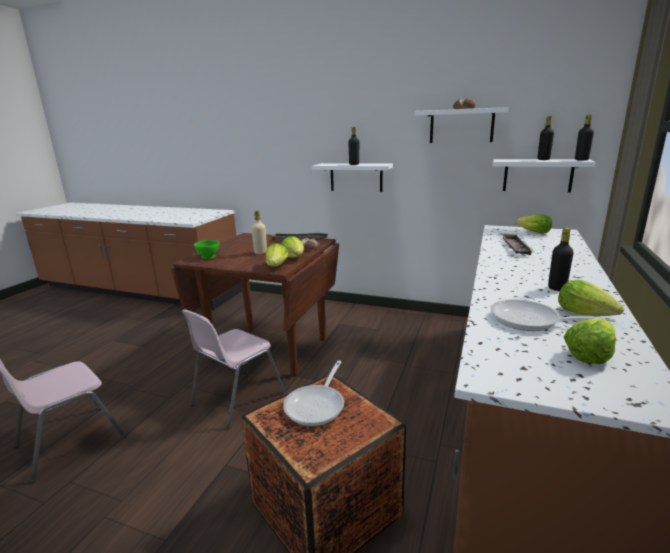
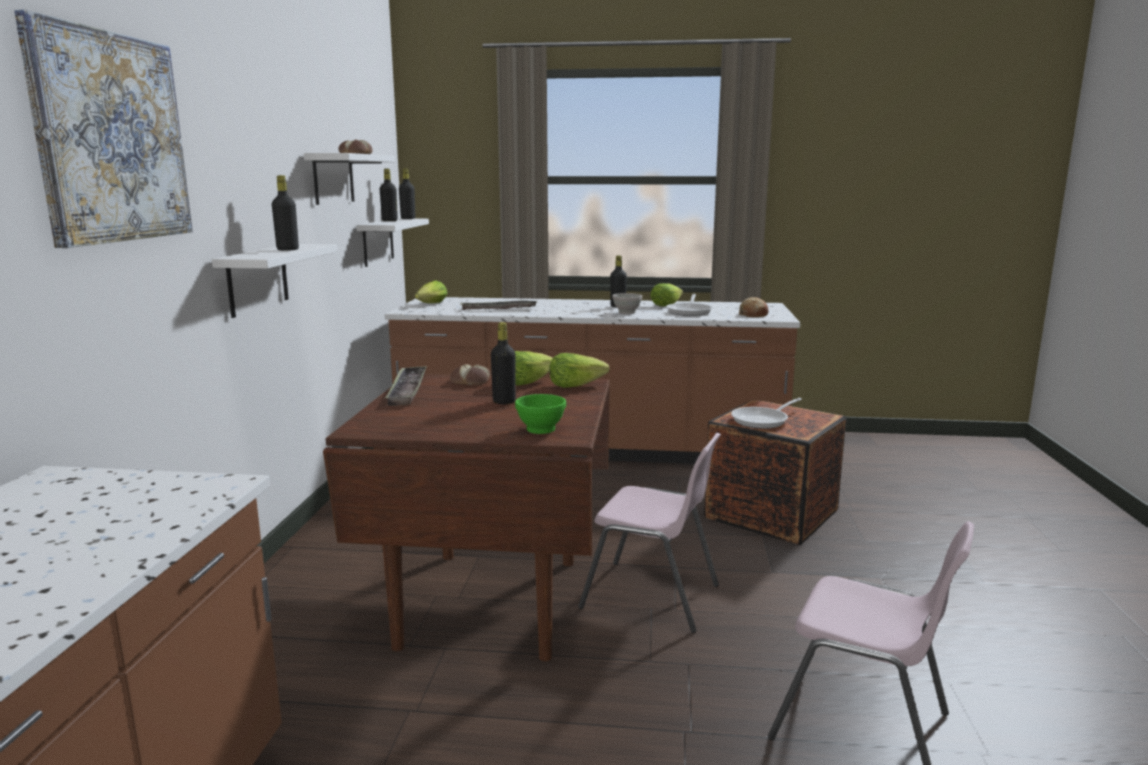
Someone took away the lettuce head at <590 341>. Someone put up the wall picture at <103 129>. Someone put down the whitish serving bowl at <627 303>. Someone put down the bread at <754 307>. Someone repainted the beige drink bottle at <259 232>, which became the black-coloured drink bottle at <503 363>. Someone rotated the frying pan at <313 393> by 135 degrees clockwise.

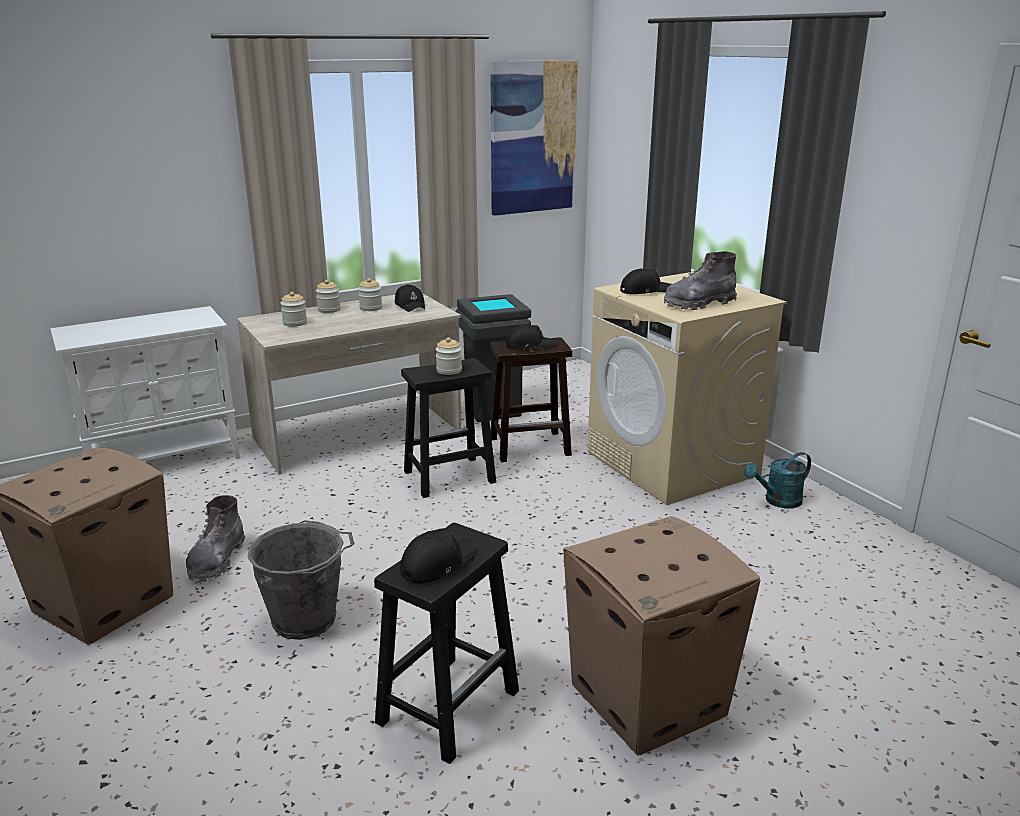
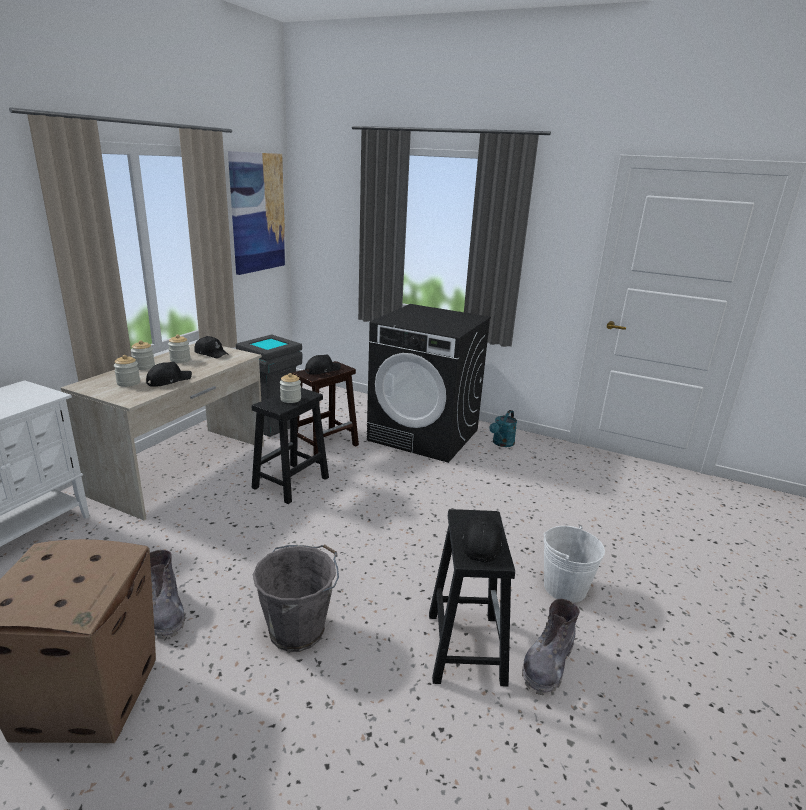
Someone carried the black-coloured peaked cap from <645 281> to <169 374>. Someone carried the grey high-top boot from <700 280> to <551 647>. Someone swapped the packing box at <662 636> for the whitish water bucket at <574 564>. Someone repainted the beige laundry machine at <687 388>, which became the black-coloured laundry machine at <429 383>.

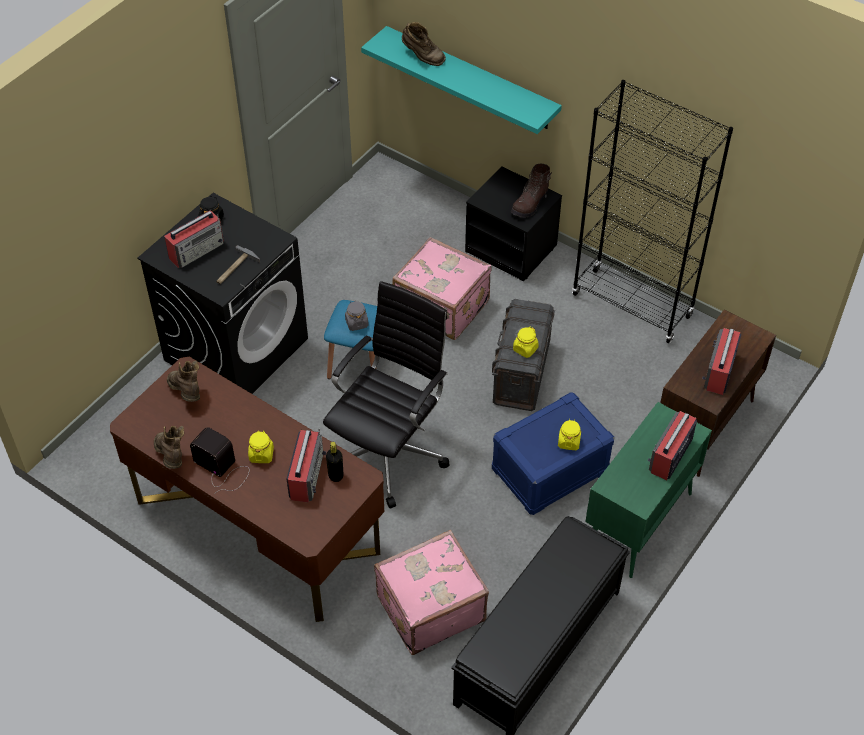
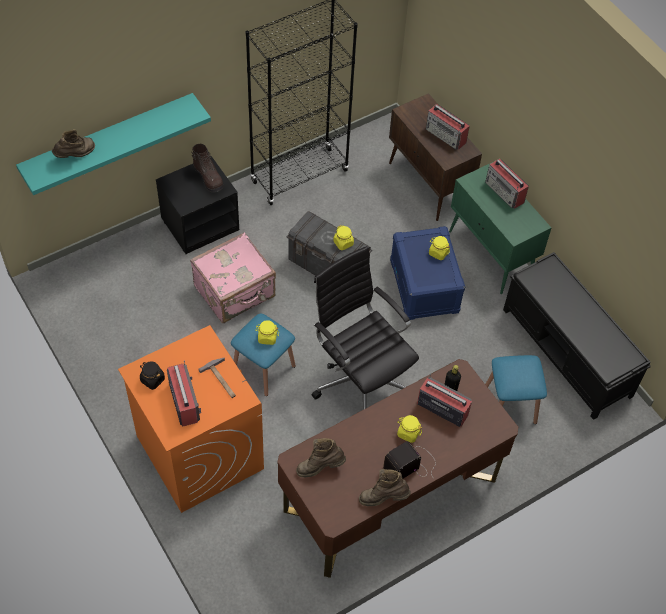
Someone swapped the pinkish suitcase at <431 592> for the bluish sitting stool at <516 389>. Someone repainted the black-coloured laundry machine at <223 293>, which became the orange laundry machine at <191 419>. Someone repainted the grey preserve jar at <357 315>, which became the yellow preserve jar at <267 332>.

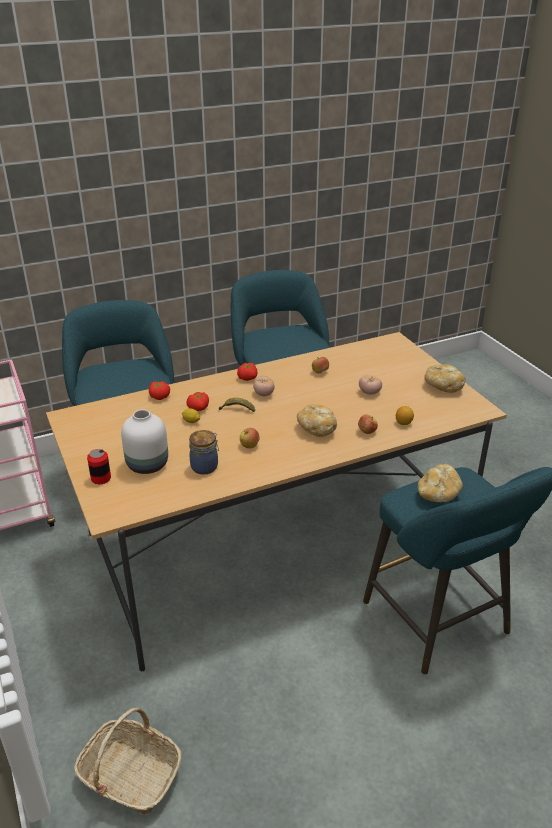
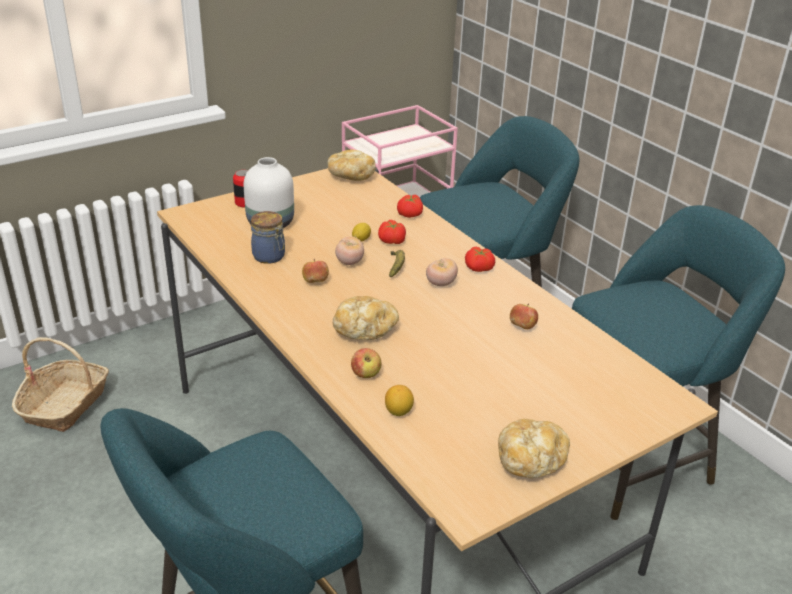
Someone carried the whole tomato from <370 385> to <349 251>. Someone carried the bread from <440 483> to <352 165>.

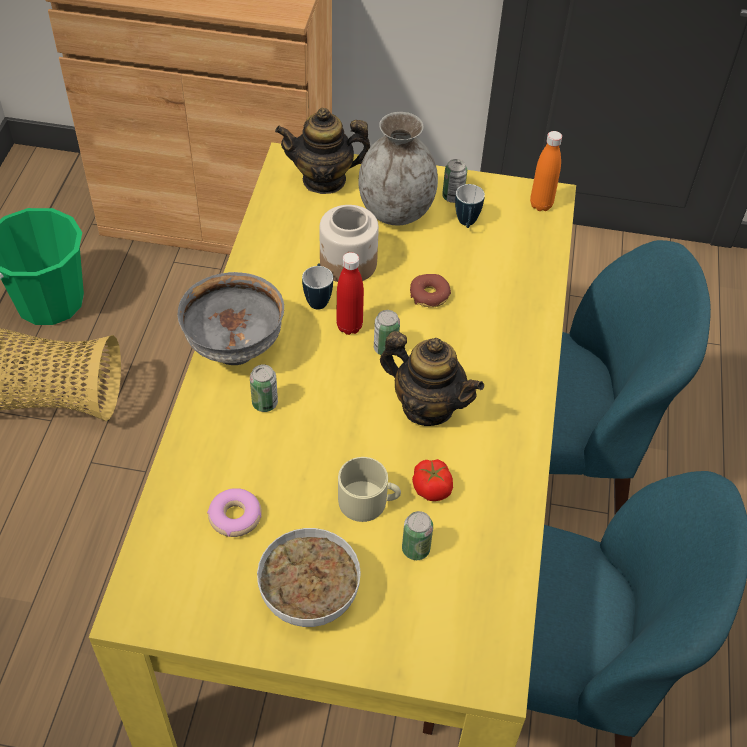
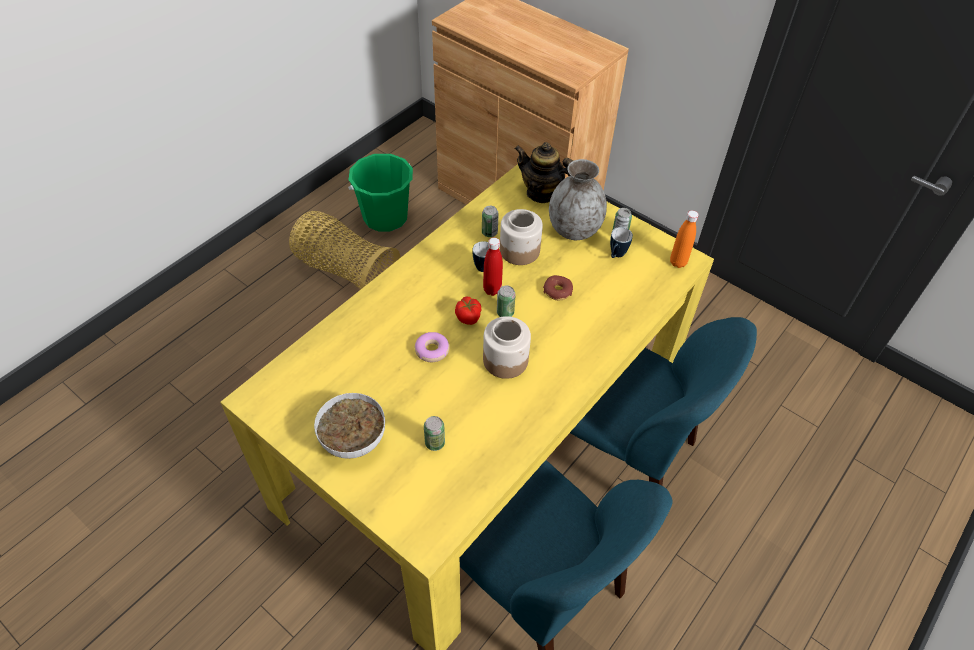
Someone took away the grey serving bowl at <231 318>. Someone took away the beige mug at <369 489>. Someone carried the donut from <234 512> to <432 347>. Someone carried the sealed can from <264 388> to <490 221>. Someone carried the whole tomato from <432 480> to <468 310>. Someone swapped the pot for tea at <432 378> for the preserve jar at <507 347>.

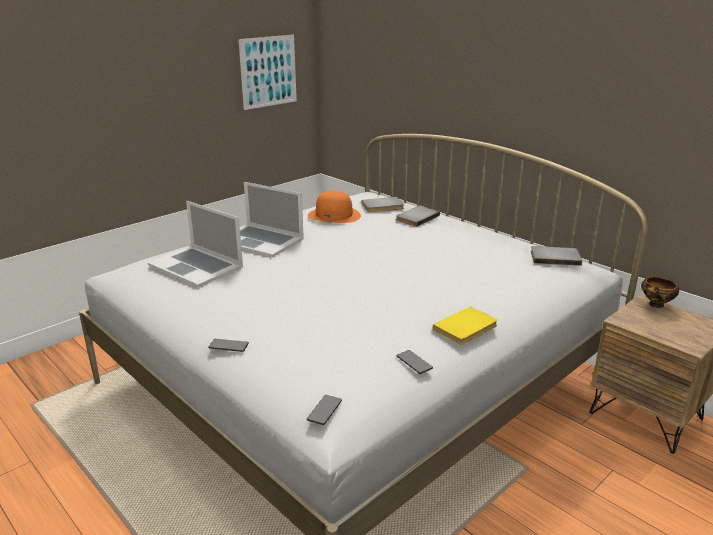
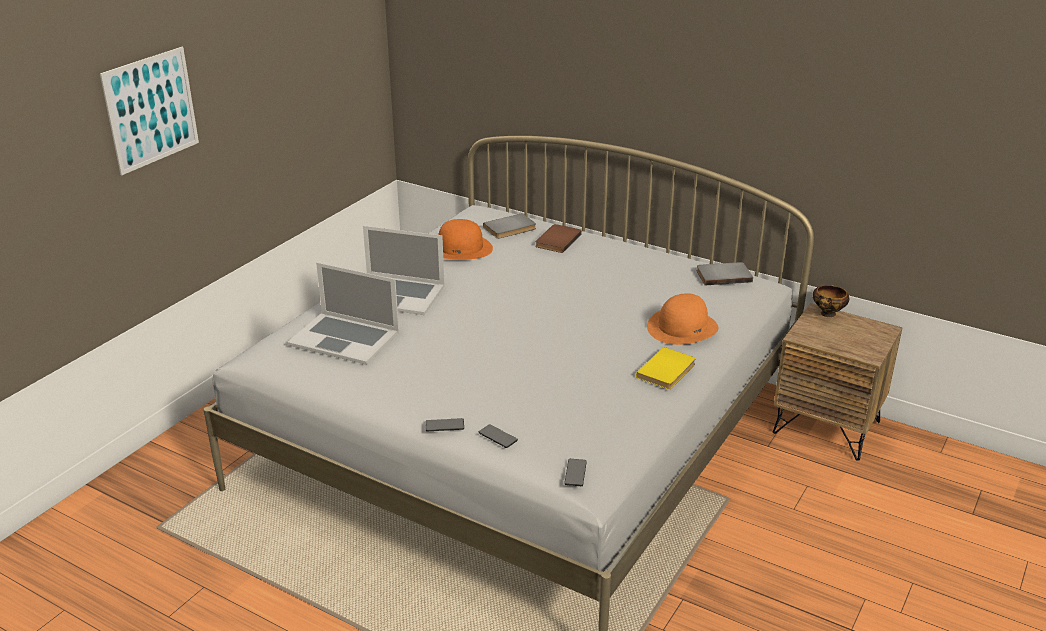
Someone put down the orange clothing hat at <682 319>. Someone carried the wall picture from <267 72> to <149 111>. Someone carried the phone from <414 362> to <498 436>. Someone repainted the grey bound book at <418 216>, which became the brownish bound book at <558 238>.

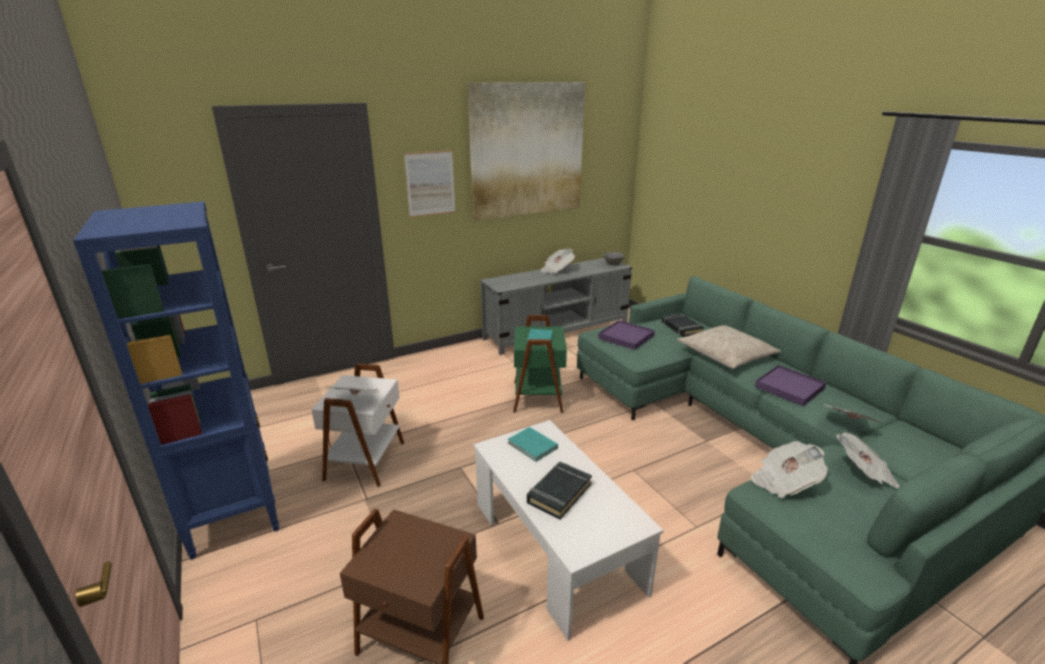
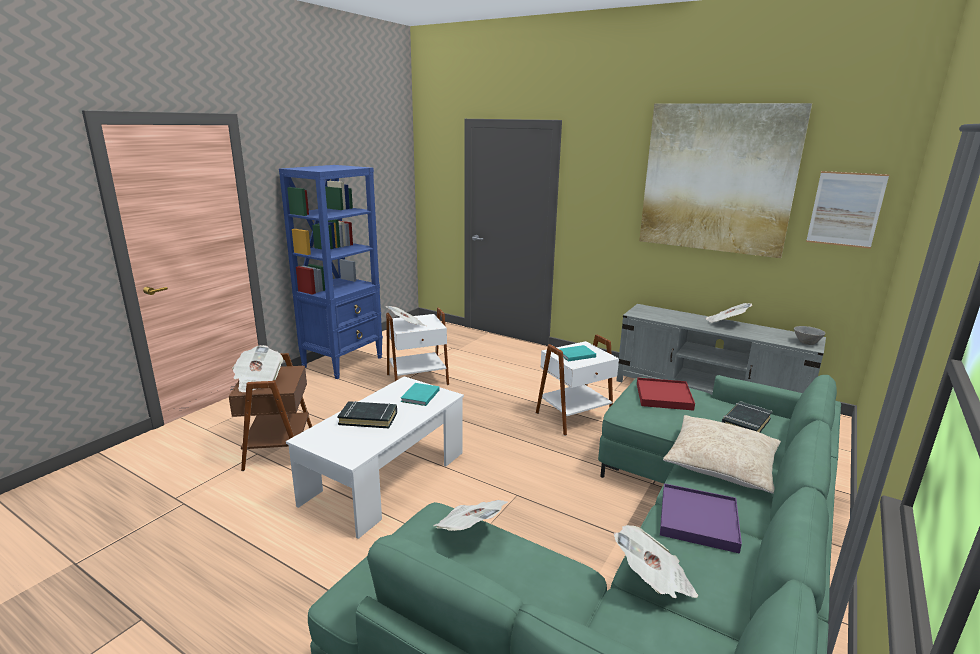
Someone carried the wall picture from <430 183> to <847 210>. Someone carried the newspaper from <868 460> to <257 368>. Someone repainted the green-coloured accent table at <540 364>, which became the whitish accent table at <577 385>. Someone repainted the purple serving tray at <626 335>, which became the red-coloured serving tray at <666 394>.

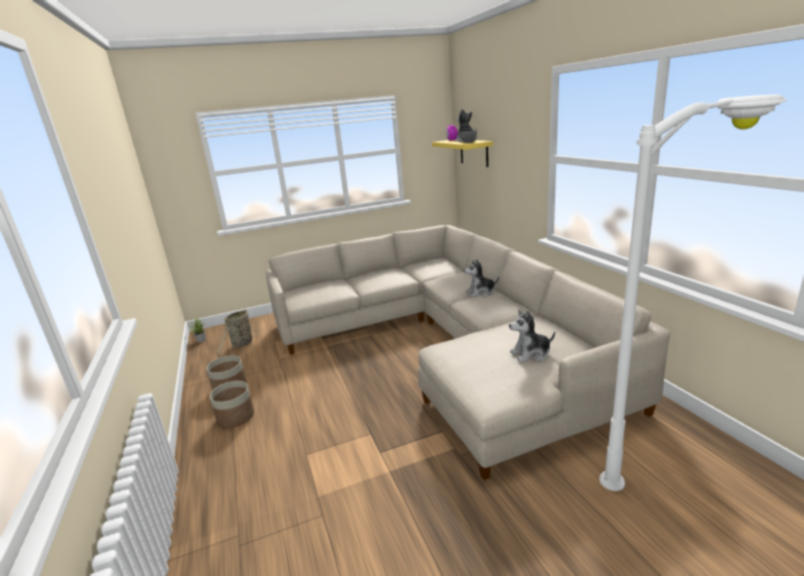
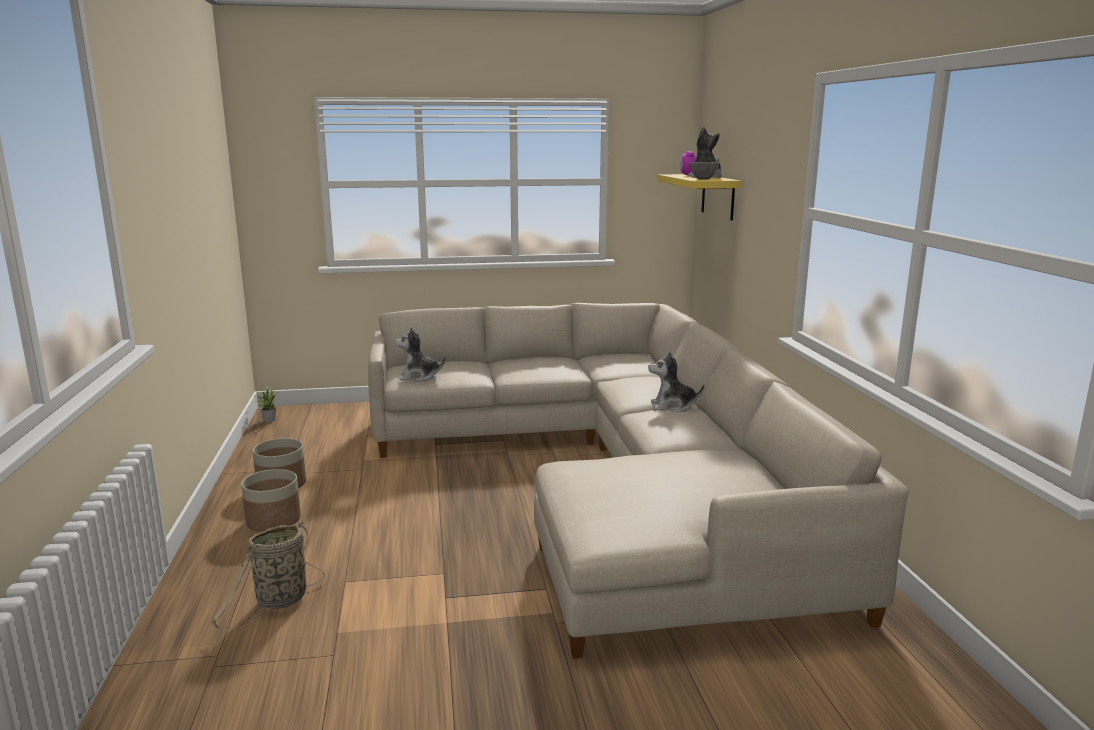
Someone took away the whitish floor lamp at <693 293>. Someone carried the household basket from <238 333> to <268 576>. Someone carried the plush toy from <532 336> to <420 354>.

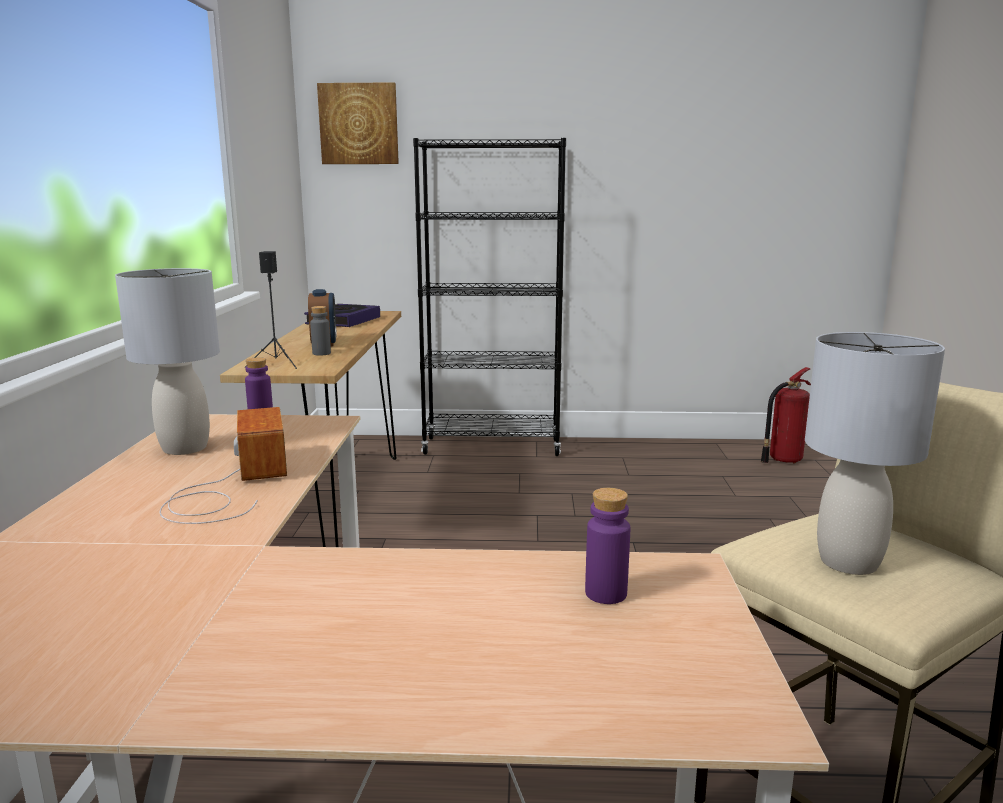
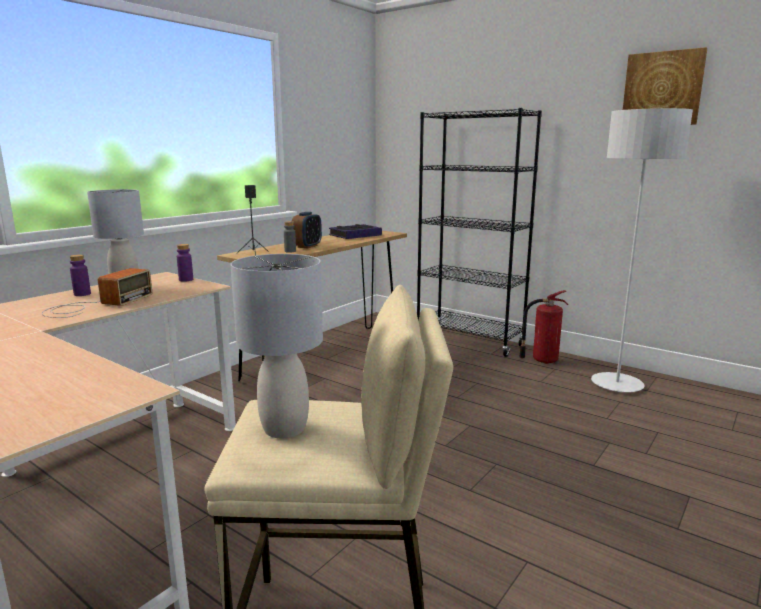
Someone put down the grey floor lamp at <642 250>. Someone carried the wall picture from <358 123> to <665 86>. Someone carried the purple drink bottle from <607 546> to <80 275>. Someone carried the fire extinguisher from <786 415> to <543 327>.

